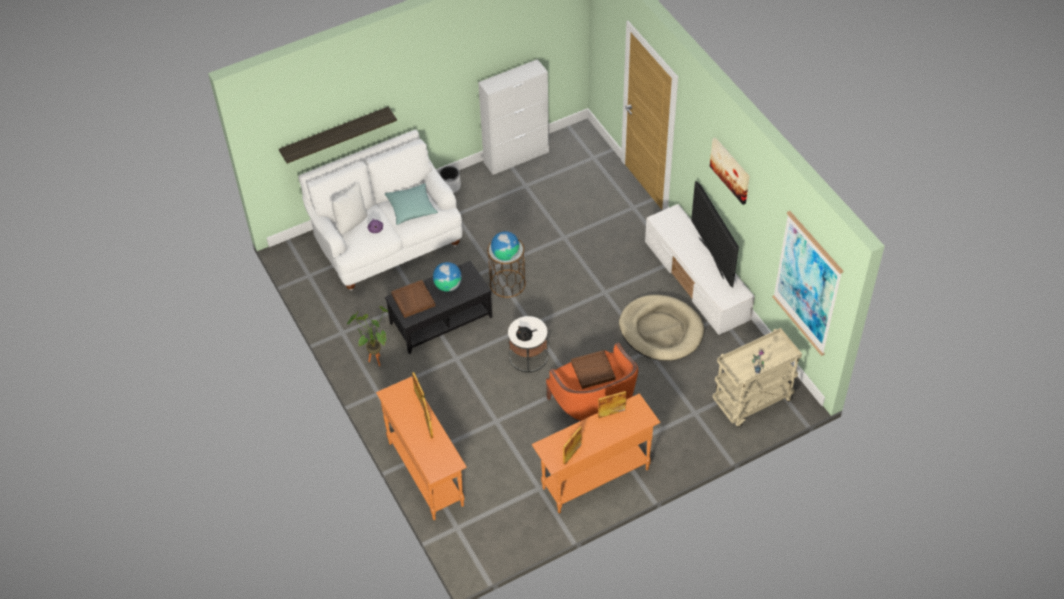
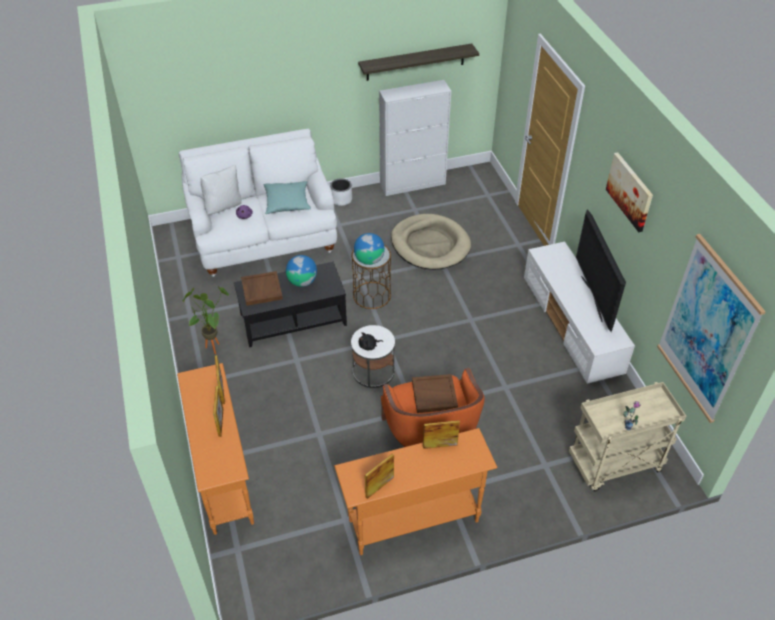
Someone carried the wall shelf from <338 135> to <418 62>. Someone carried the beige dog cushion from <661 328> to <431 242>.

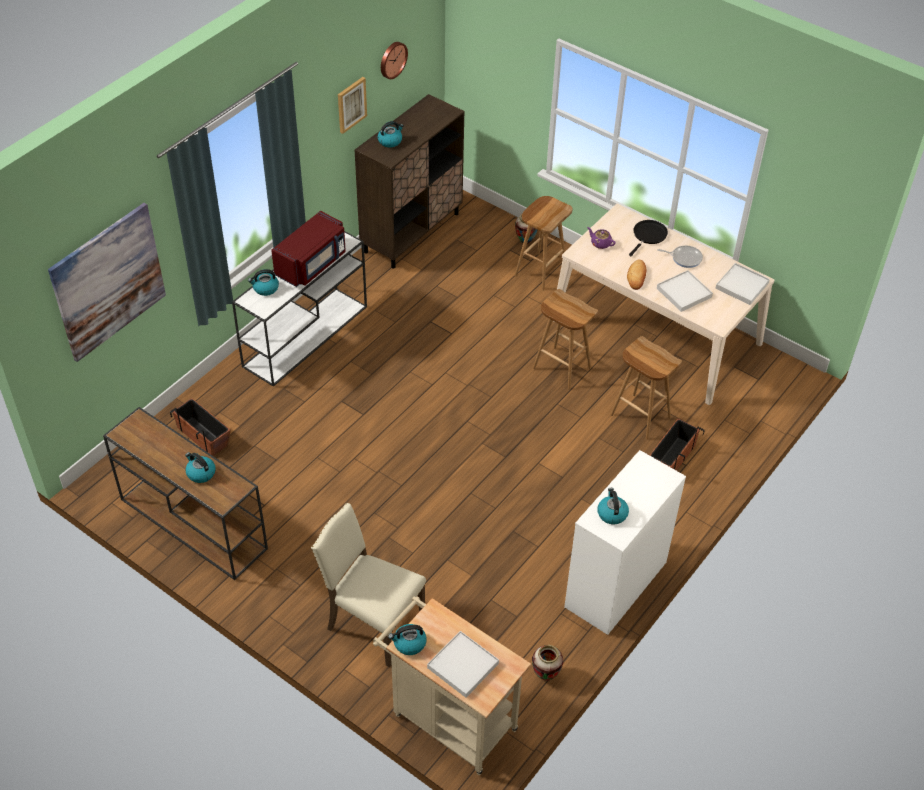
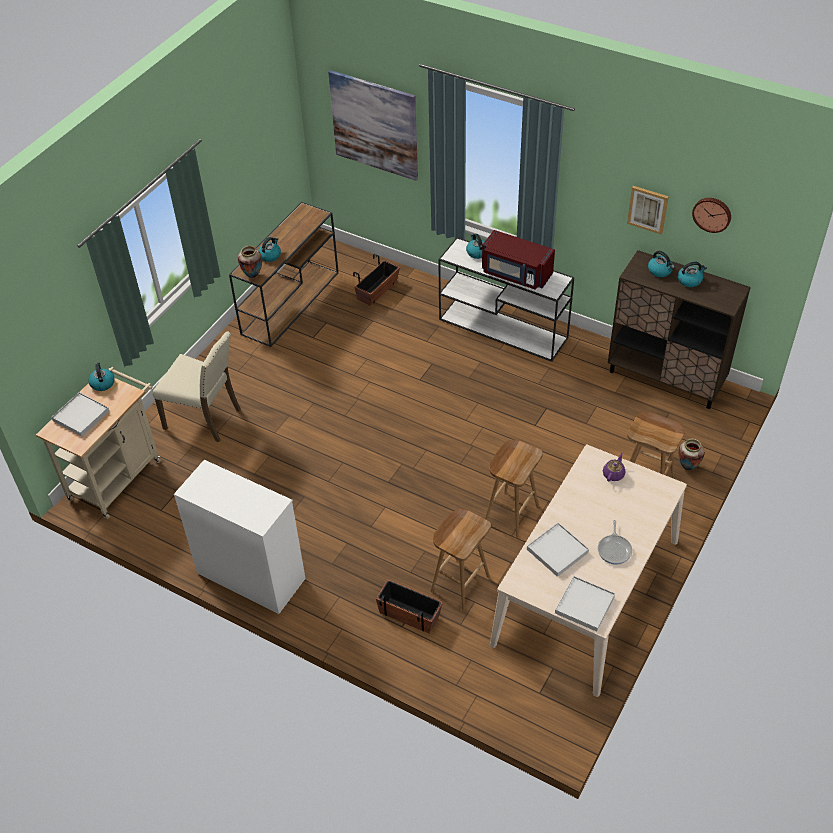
Someone took away the bread at <636 275>. Someone took away the black-coloured frying pan at <648 238>. Someone carried the vase from <547 663> to <250 262>. Someone carried the kettle from <613 506> to <692 274>. Someone rotated the beige plain chair at <368 585> by 90 degrees clockwise.

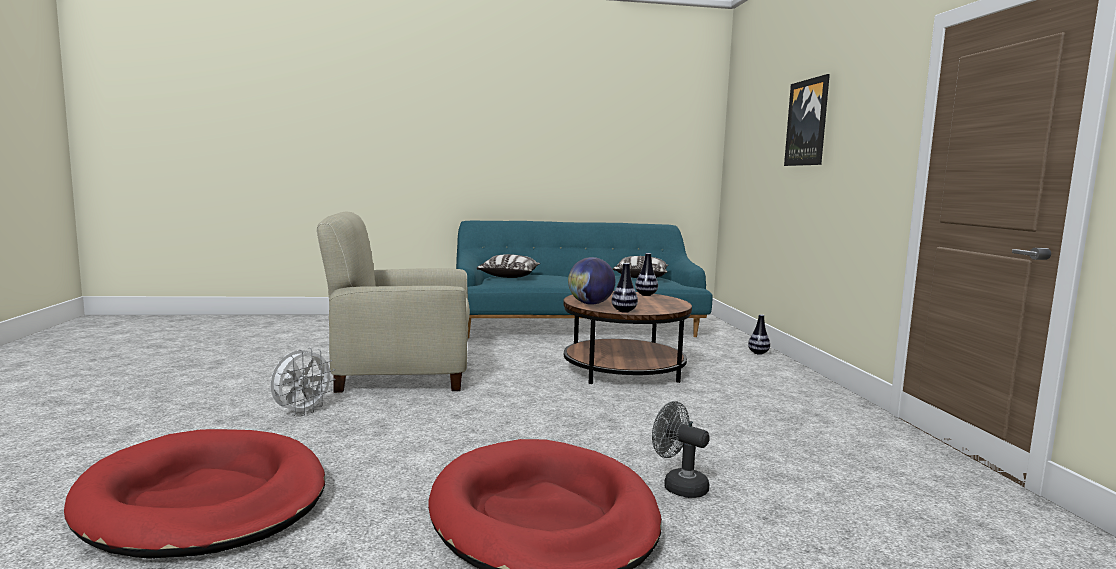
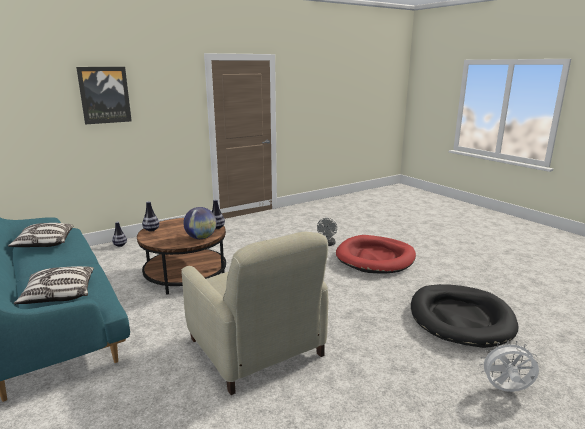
Someone carried the whitish electric fan from <302 382> to <509 366>. Someone repainted the red-coloured dog cushion at <194 494>, which became the black-coloured dog cushion at <464 316>.

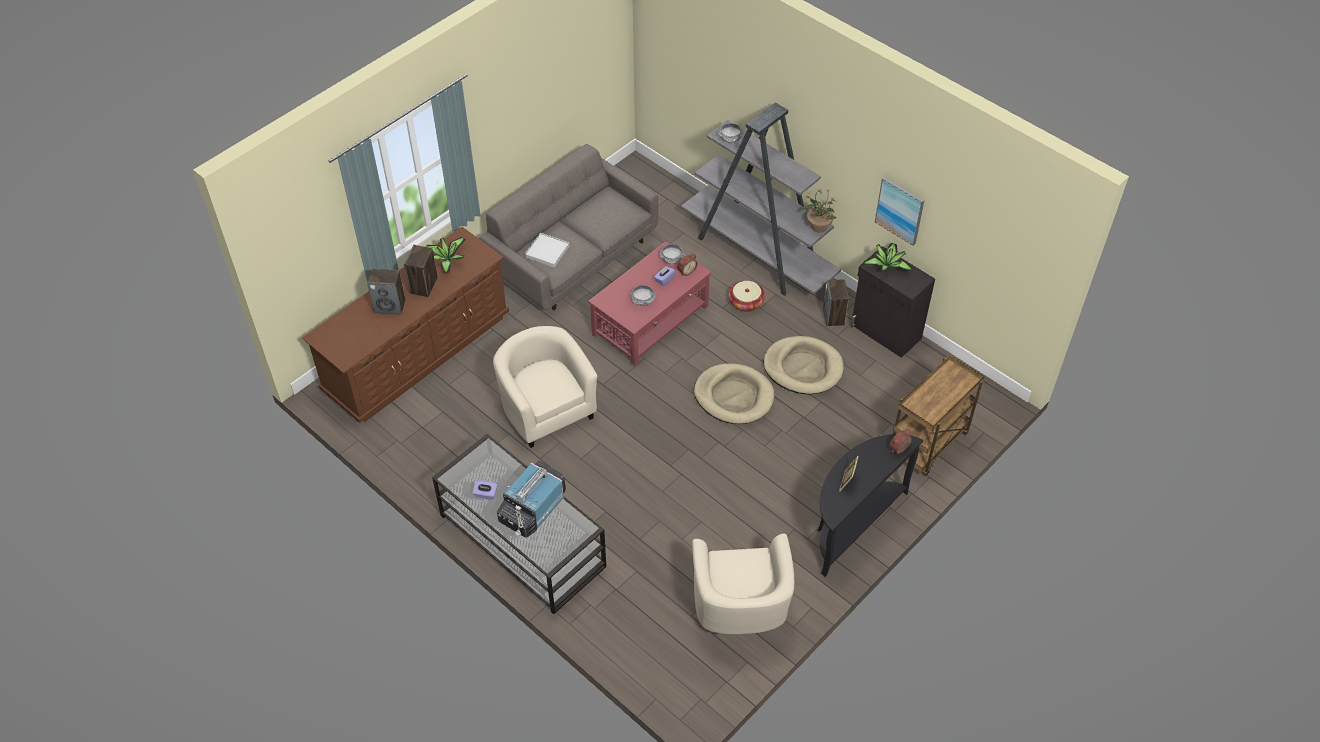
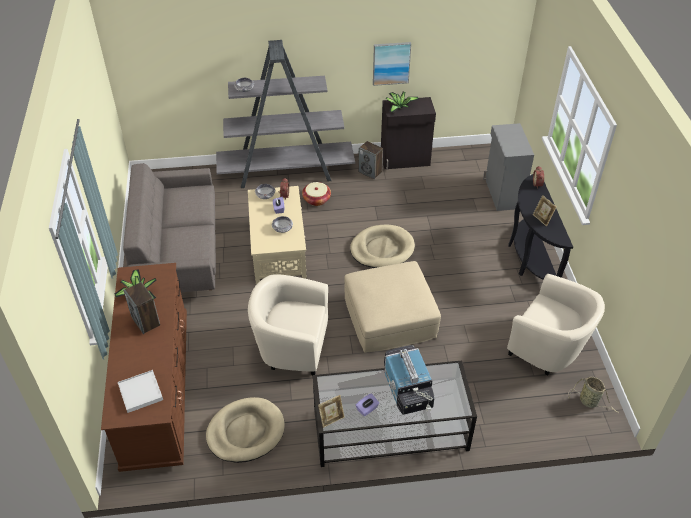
Someone took away the audio speaker at <386 291>. Someone took away the potted plant at <820 211>. Someone put down the picture frame at <331 411>. Someone put down the beige footrest at <392 307>. Someone put down the household basket at <593 395>. Someone carried the whitish serving tray from <547 250> to <140 391>. Someone carried the beige dog cushion from <803 365> to <245 430>. Someone swapped the brownish wheeled cart at <939 415> for the grey cupboard at <508 167>. Someone repainted the red-coloured coffee table at <649 303>, which became the beige coffee table at <277 235>.

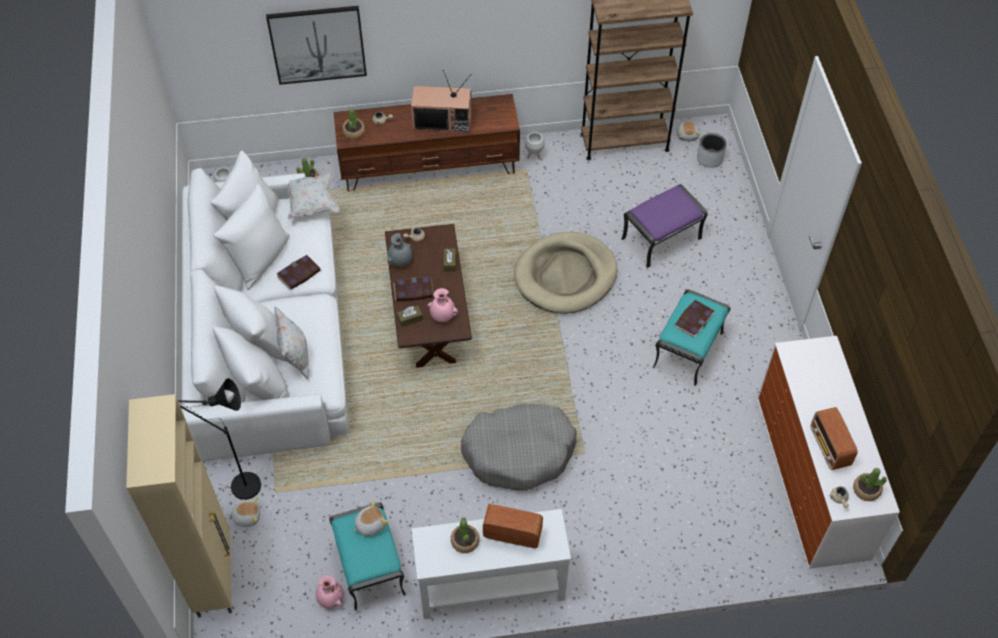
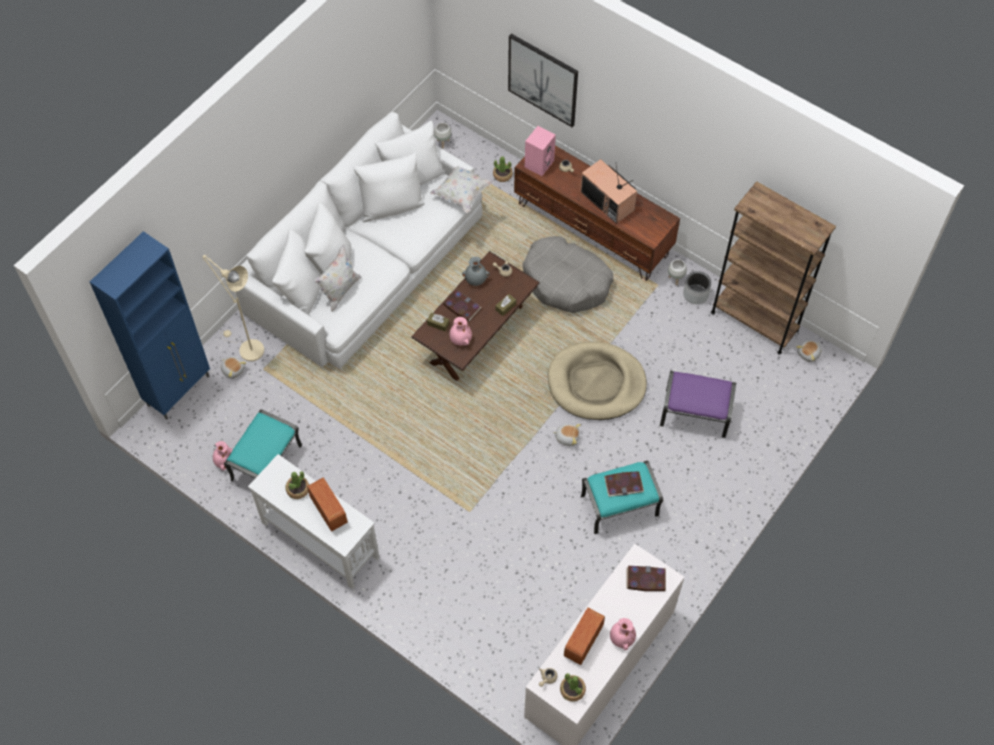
Someone put down the pinkish vase at <623 634>. Someone carried the bound book from <299 272> to <646 578>. Someone carried the plush toy from <370 518> to <567 435>. Someone carried the grey dog cushion from <519 447> to <568 274>. Someone carried the grey planter from <712 150> to <697 287>. Someone swapped the potted plant at <353 123> for the pinkish audio speaker at <540 151>. Someone repainted the beige cupboard at <179 505>, which became the bluish cupboard at <150 325>. Someone repainted the black-coloured floor lamp at <219 439>, which became the beige floor lamp at <233 308>.

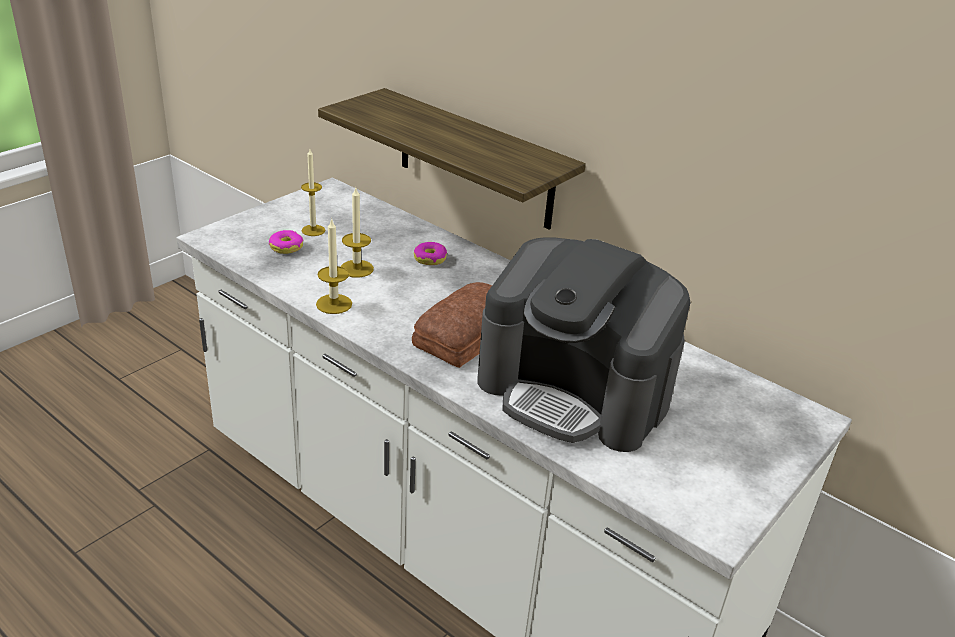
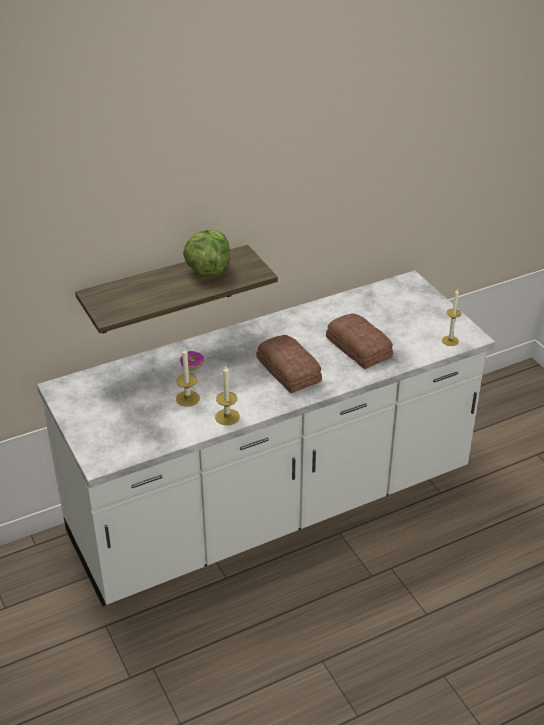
Someone took away the donut at <286 242>. Someone put down the lettuce head at <206 253>. Someone carried the wax candle from <313 192> to <451 317>. Someone swapped the coffee maker at <583 344> for the bread at <359 341>.

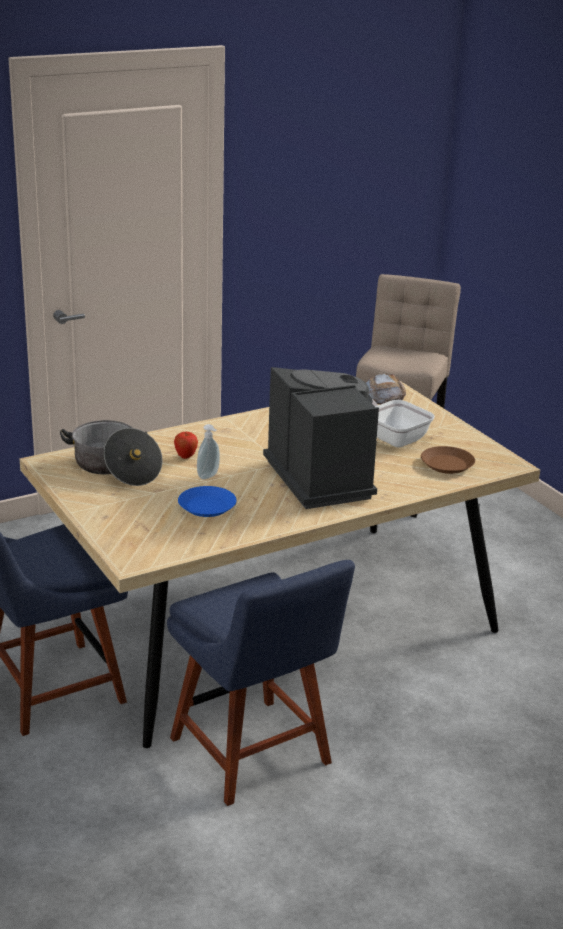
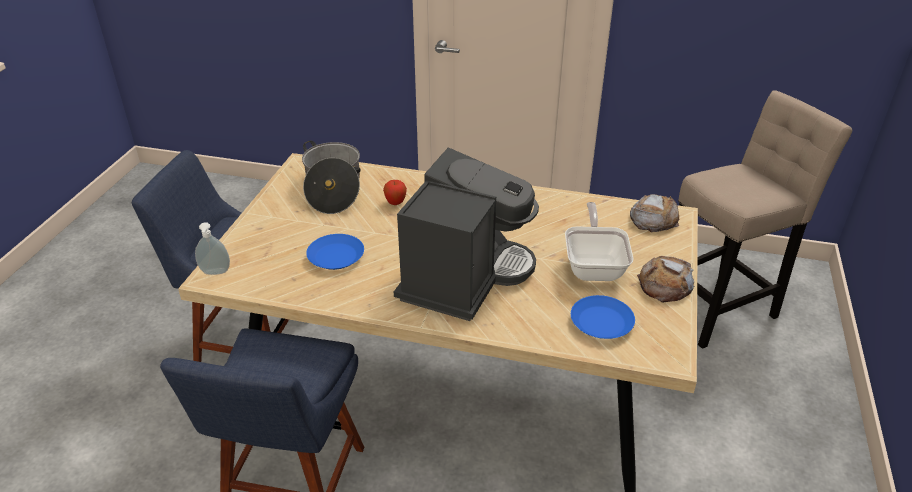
Someone put down the bread at <665 279>. Someone carried the liquid soap bottle from <208 452> to <212 248>. Someone repainted the brownish flat dish at <448 460>, which became the bluish flat dish at <603 317>.

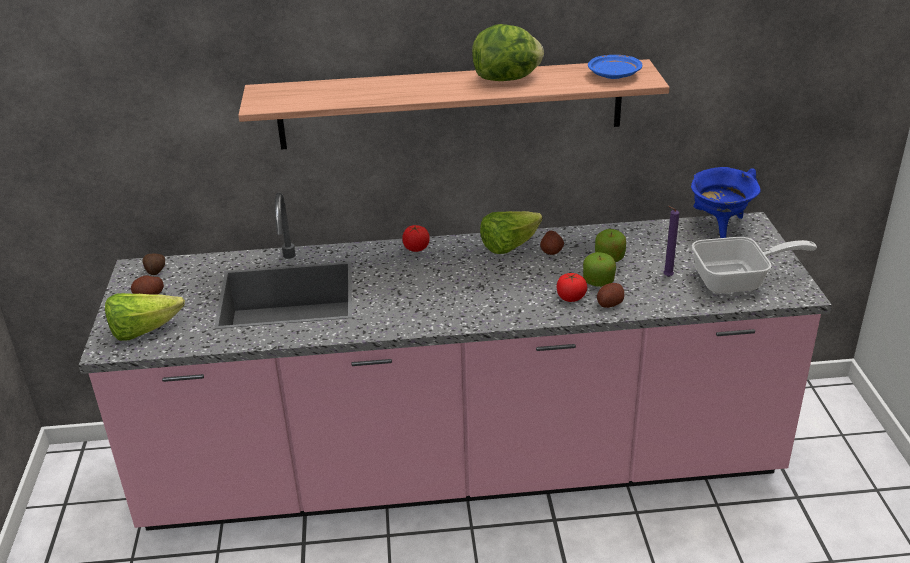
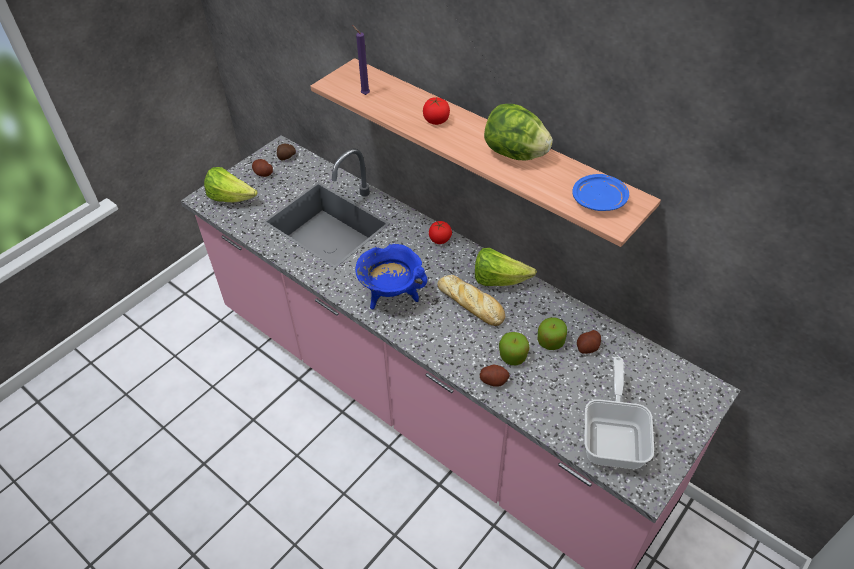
Someone put down the bread at <471 300>. Someone carried the whole potato from <552 243> to <589 342>. Someone carried the whole tomato from <572 287> to <436 111>. Someone carried the purple wax candle from <671 241> to <361 60>. Someone carried the bluish saucepot from <726 202> to <391 276>. Someone rotated the frying pan at <754 265> by 120 degrees counterclockwise.

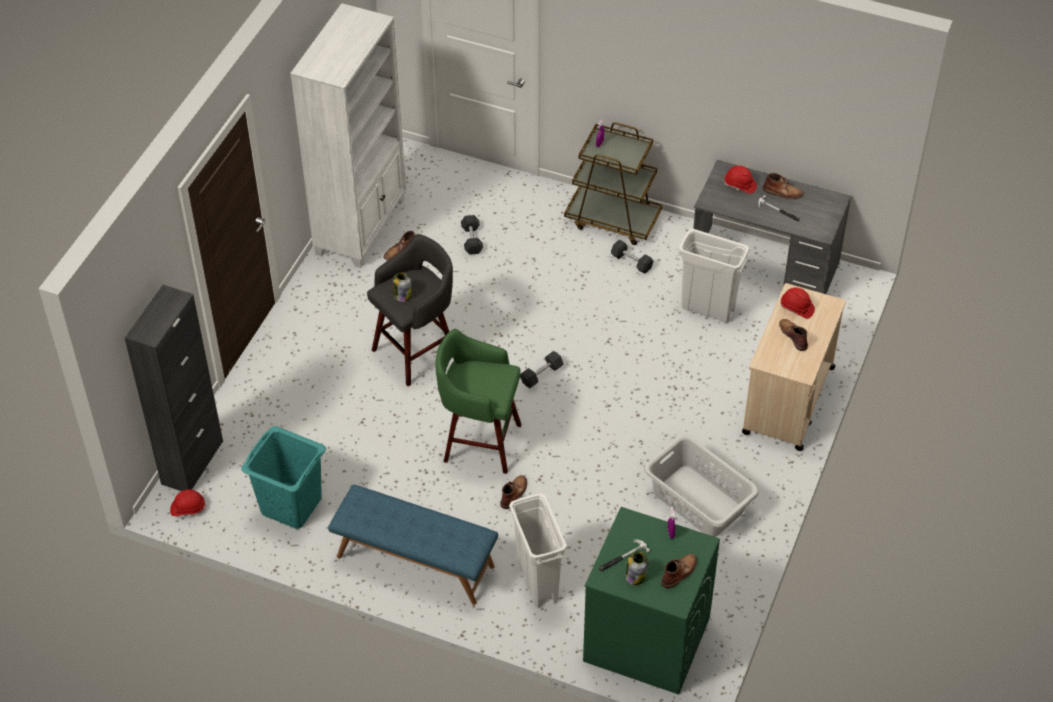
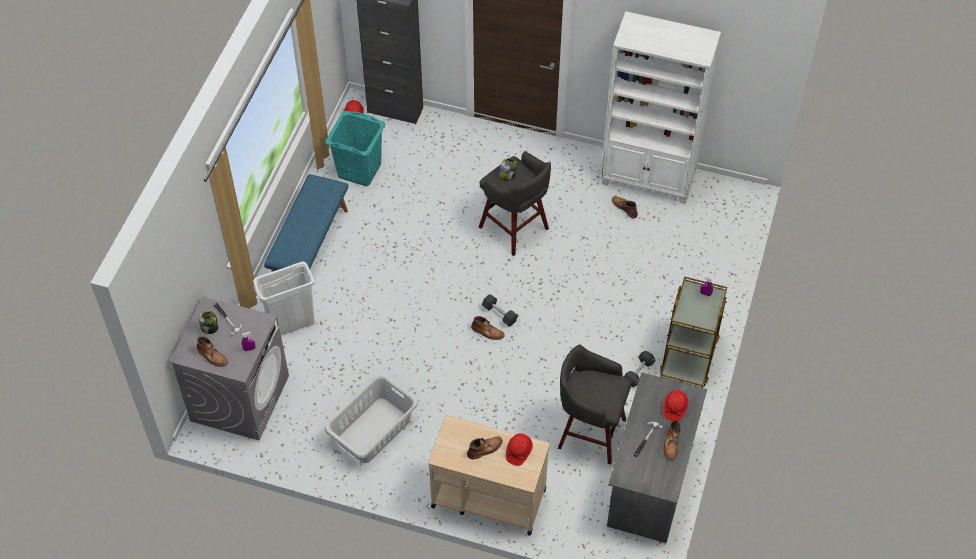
Someone took away the green-coloured sitting stool at <478 401>. Someone took away the black-coloured dumbbell at <472 235>. Someone carried the brownish high-top boot from <513 492> to <488 328>. Someone swapped the whitish trash can at <713 276> for the grey sitting stool at <595 404>. Someone repainted the green-coloured laundry machine at <651 601>, which became the grey laundry machine at <229 368>.

